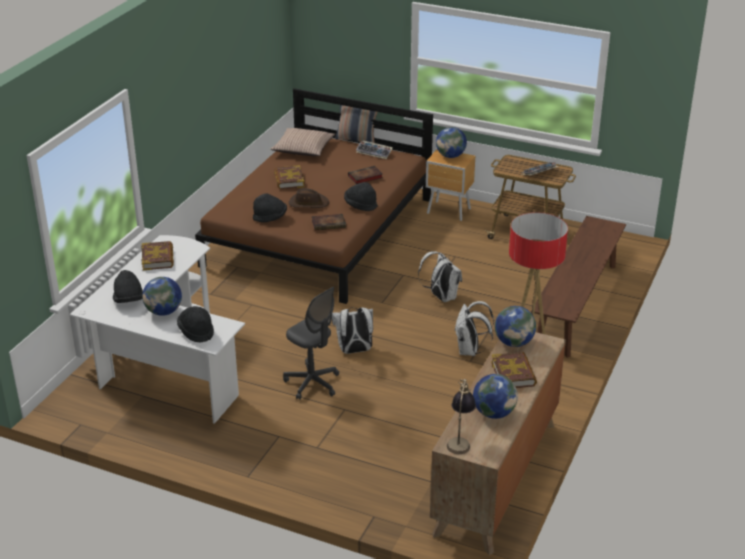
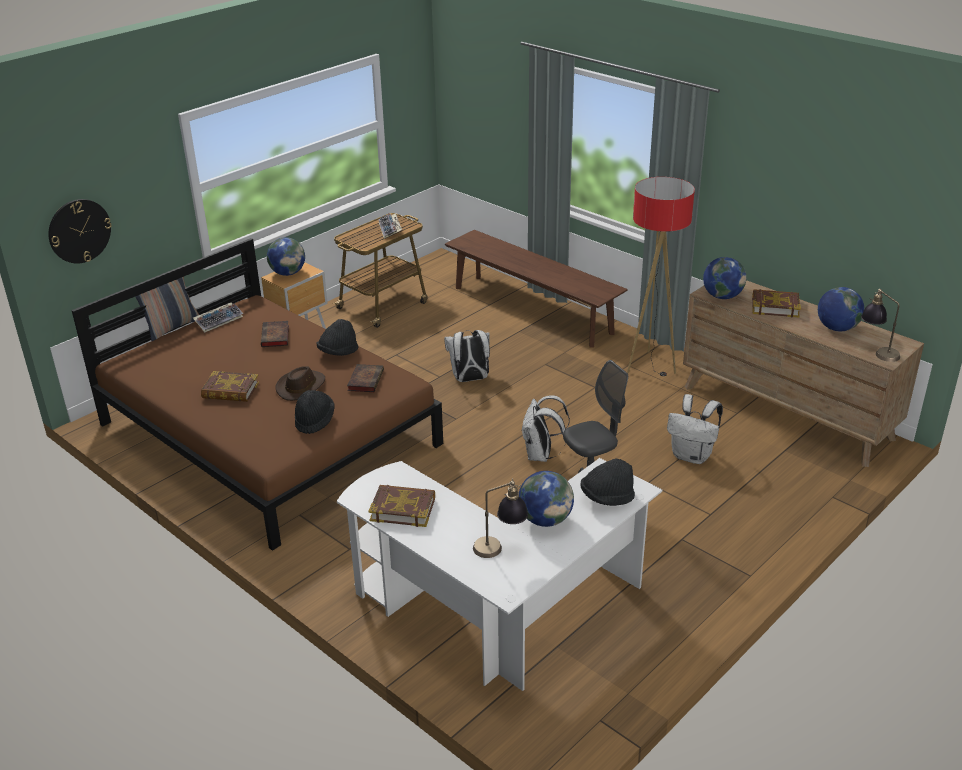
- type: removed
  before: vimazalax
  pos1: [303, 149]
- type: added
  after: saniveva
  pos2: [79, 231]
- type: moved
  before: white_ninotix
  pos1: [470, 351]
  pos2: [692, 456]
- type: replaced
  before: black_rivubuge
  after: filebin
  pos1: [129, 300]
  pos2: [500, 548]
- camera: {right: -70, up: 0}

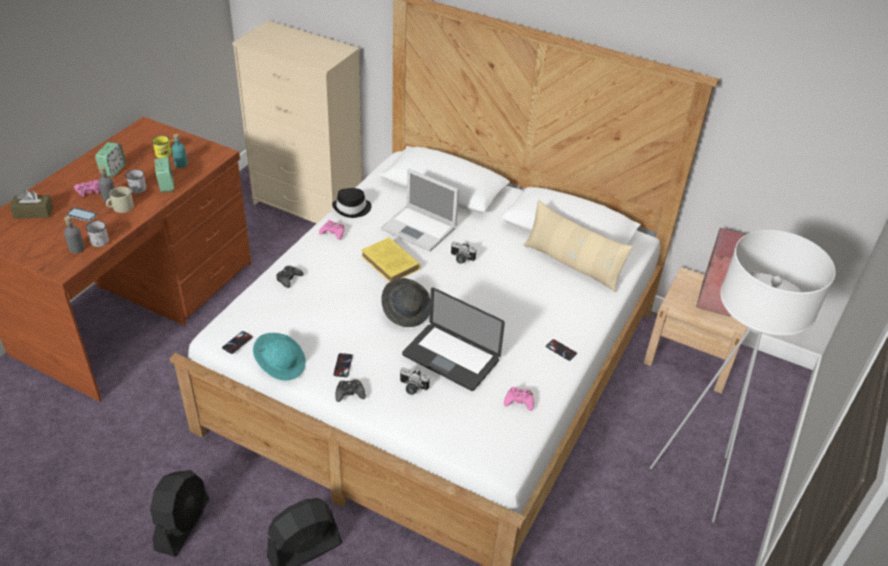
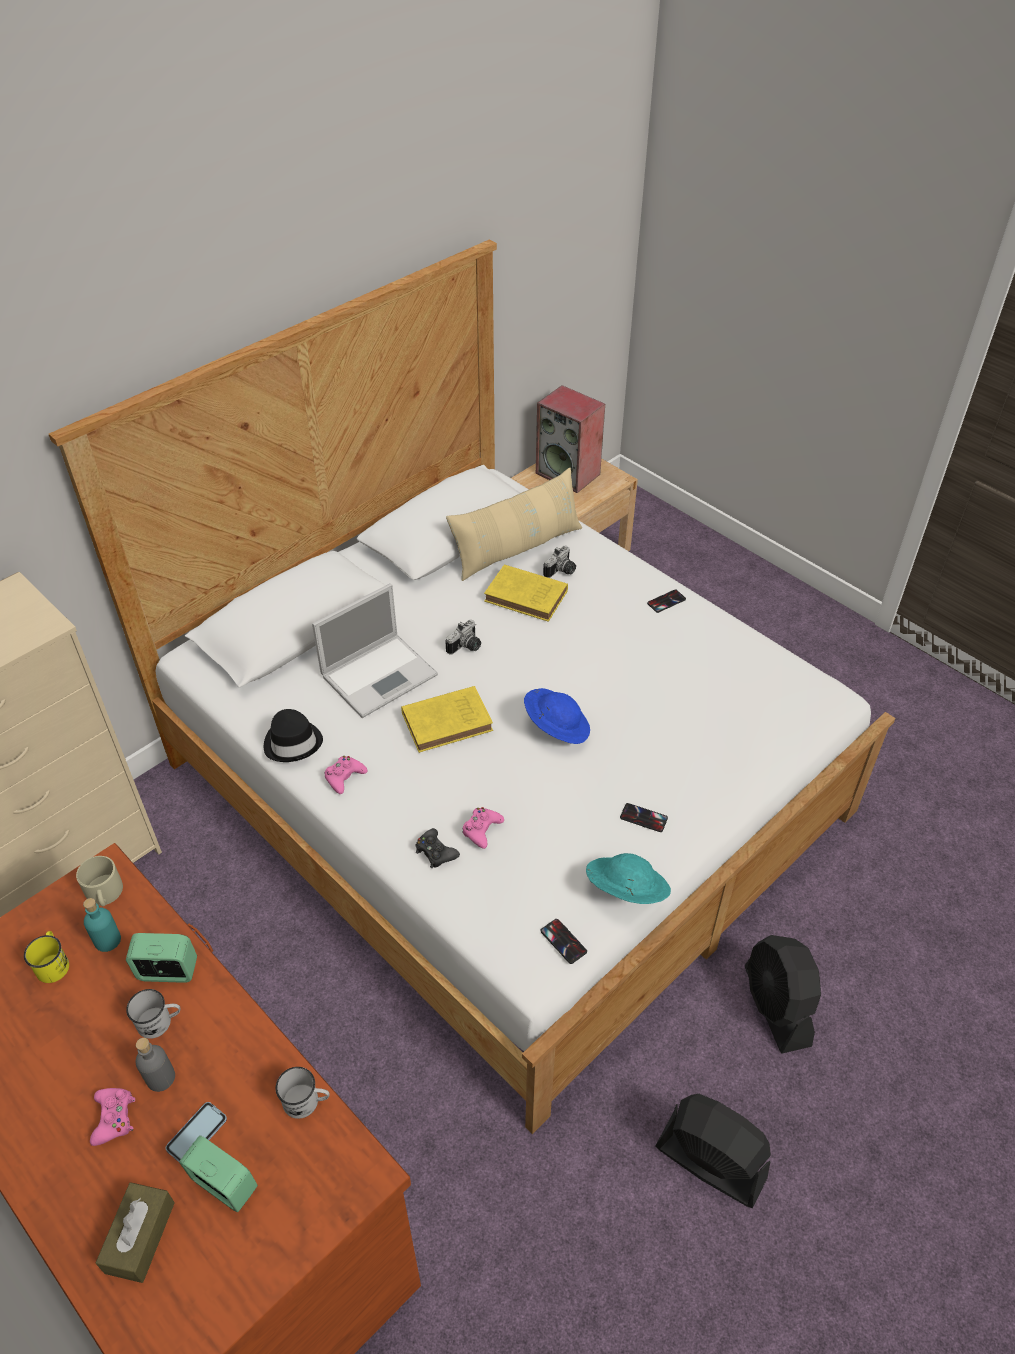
- type: removed
  before: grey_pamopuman
  pos1: [77, 249]
- type: removed
  before: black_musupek
  pos1: [350, 393]
- type: removed
  before: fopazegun
  pos1: [450, 358]
- type: removed
  before: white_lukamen
  pos1: [697, 481]
- type: added
  after: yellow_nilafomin
  pos2: [528, 597]
- type: moved
  before: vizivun
  pos1: [113, 170]
  pos2: [224, 1184]
- type: moved
  before: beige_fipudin
  pos1: [120, 207]
  pos2: [104, 894]
- type: moved
  before: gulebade
  pos1: [412, 388]
  pos2: [561, 571]
- type: moved
  before: pink_musupek
  pos1: [519, 401]
  pos2: [481, 830]
- type: recoloured
  before: grey_rivubuge
  after: blue_rivubuge
  pos1: [406, 311]
  pos2: [556, 727]
- camera: {right: -70, up: 5}

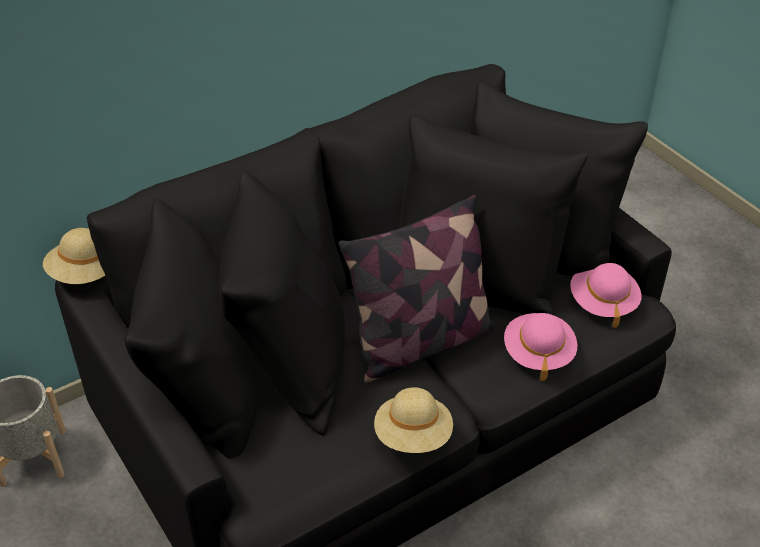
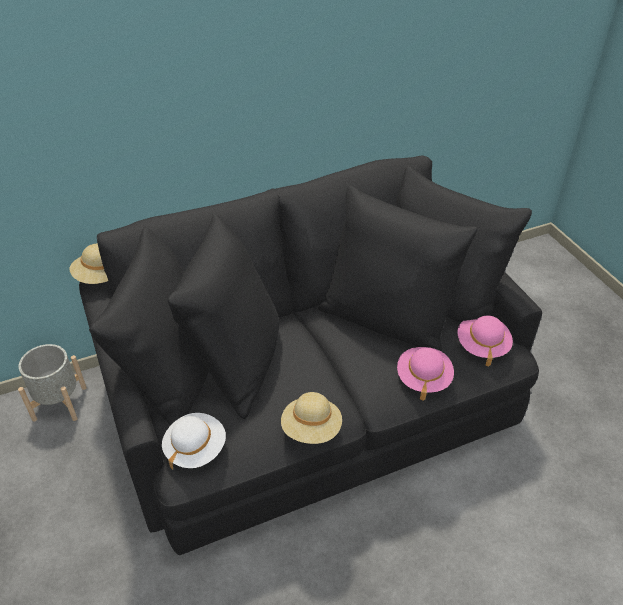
- type: removed
  before: vimazalax
  pos1: [421, 342]
- type: added
  after: white_rivubuge
  pos2: [195, 449]
- camera: {right: 10, up: 0}

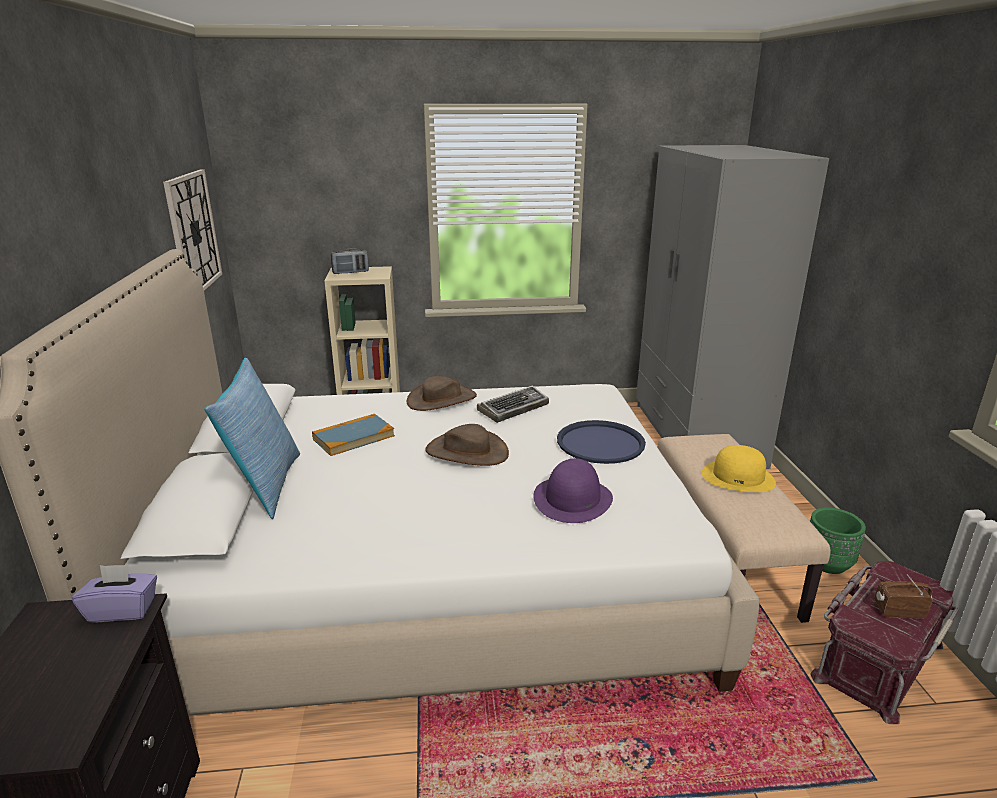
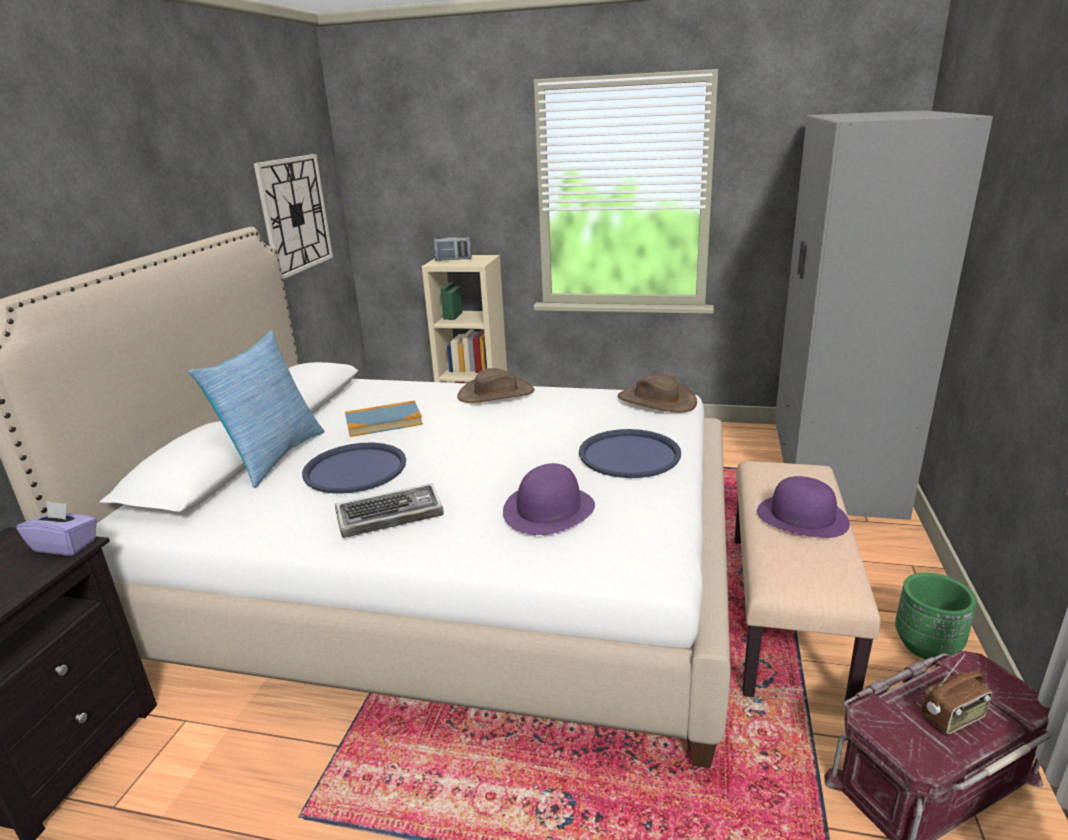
- type: added
  after: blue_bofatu
  pos2: [355, 469]
- type: moved
  before: brown_rivubuge
  pos1: [467, 452]
  pos2: [656, 400]
- type: moved
  before: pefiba
  pos1: [513, 408]
  pos2: [391, 516]
- type: recoloured
  before: yellow_rivubuge
  after: purple_rivubuge
  pos1: [738, 477]
  pos2: [802, 516]
- type: turned
  before: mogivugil
  pos1: [898, 611]
  pos2: [953, 718]
  turn: 135
- camera: {right: 20, up: 0}

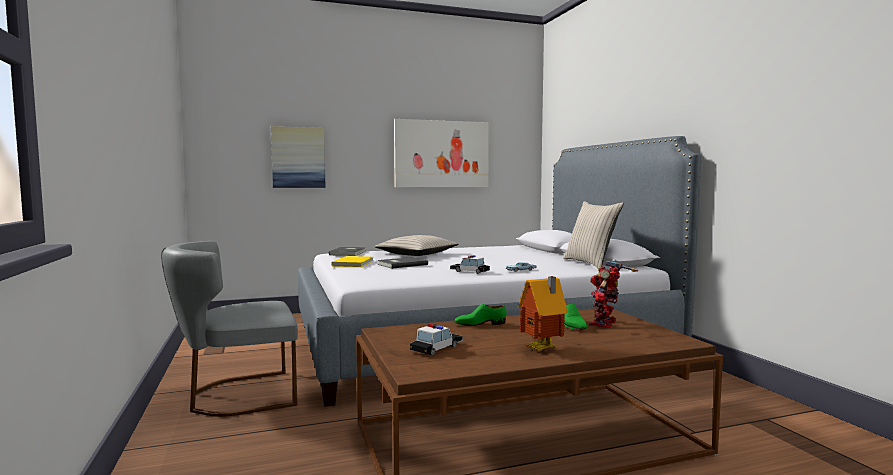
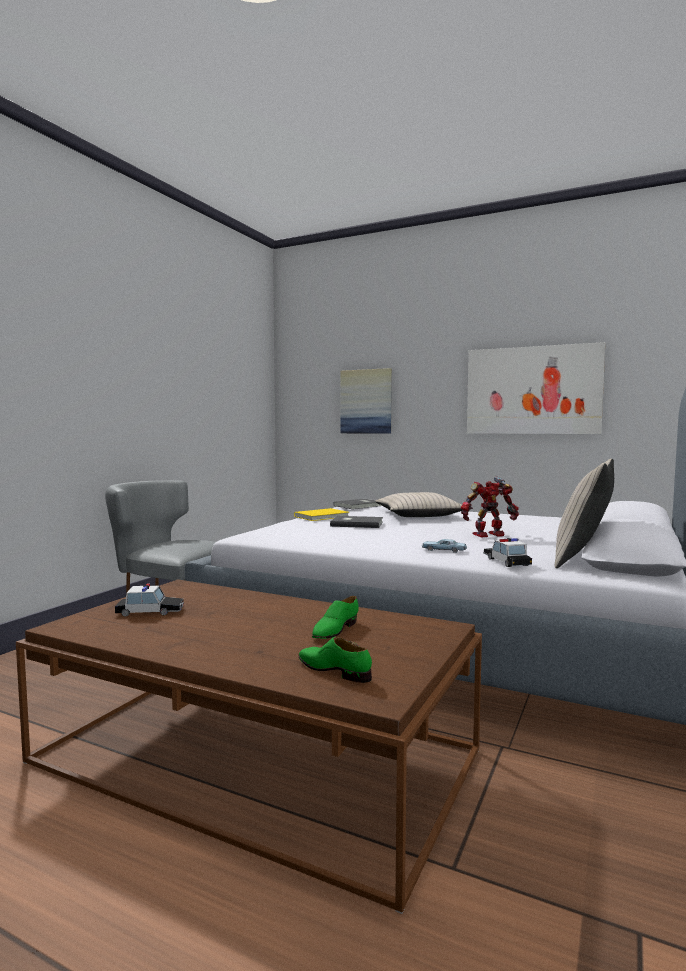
- type: removed
  before: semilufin
  pos1: [543, 350]
- type: moved
  before: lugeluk
  pos1: [469, 271]
  pos2: [506, 561]
- type: moved
  before: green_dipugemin
  pos1: [480, 324]
  pos2: [334, 670]
- type: moved
  before: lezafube
  pos1: [605, 323]
  pos2: [489, 535]
- camera: {right: 45, up: 0}

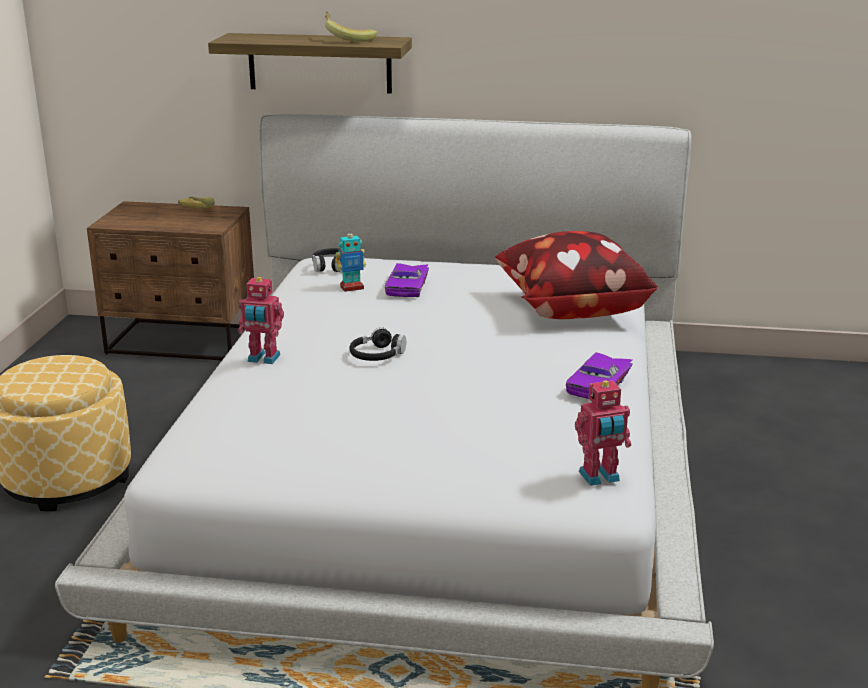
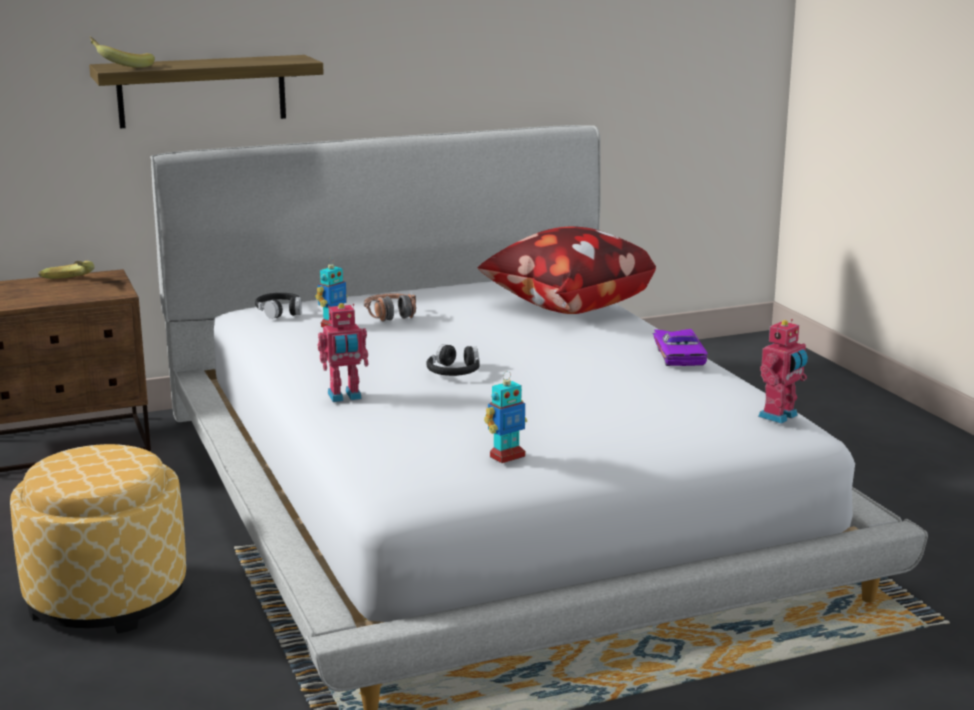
- type: added
  after: lezafube
  pos2: [506, 456]
- type: moved
  before: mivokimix
  pos1: [348, 39]
  pos2: [122, 66]
- type: replaced
  before: purple_lugeluk
  after: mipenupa
  pos1: [409, 287]
  pos2: [391, 315]
- camera: {right: -30, up: -5}

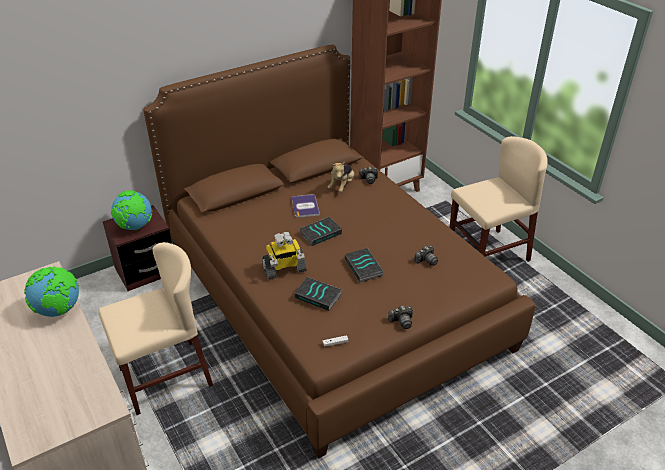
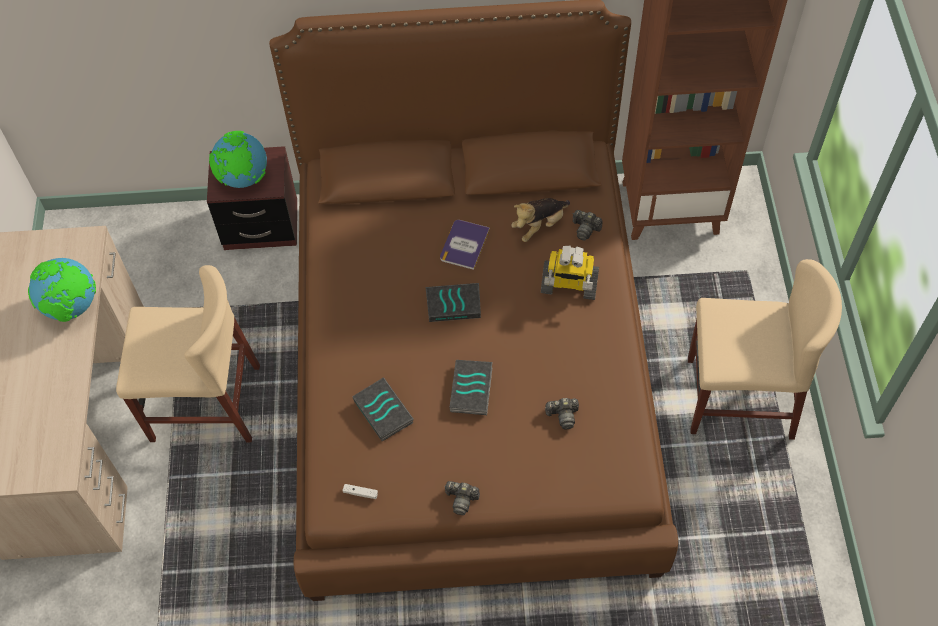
- type: moved
  before: lezafube
  pos1: [284, 269]
  pos2: [569, 285]
- camera: {right: 30, up: 20}

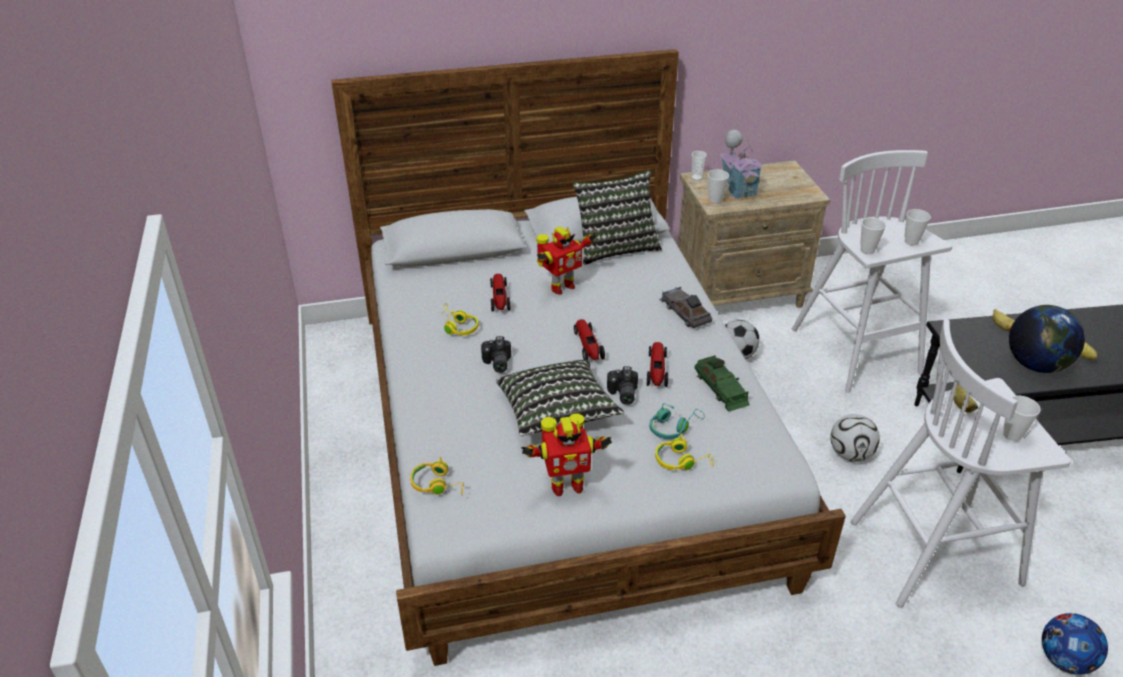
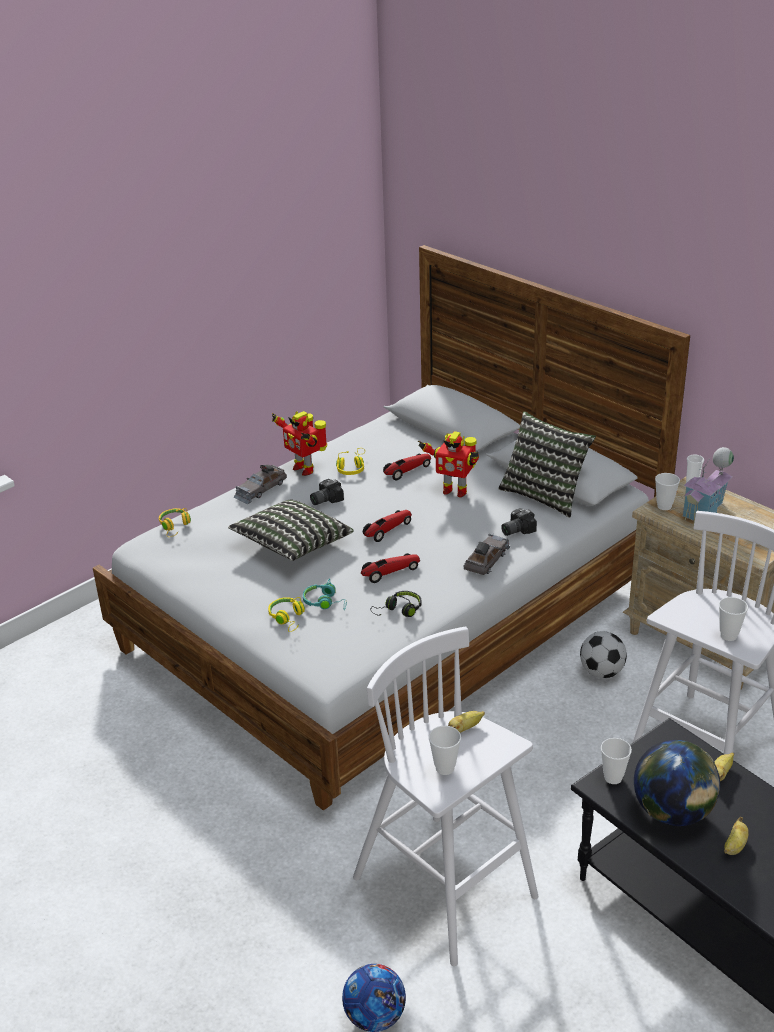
- type: removed
  before: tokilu
  pos1: [850, 454]
- type: added
  after: grey_lugeluk
  pos2: [260, 489]
- type: moved
  before: lezafube
  pos1: [565, 485]
  pos2: [304, 468]
- type: moved
  before: gulebade
  pos1: [622, 394]
  pos2: [516, 530]
- type: moved
  before: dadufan
  pos1: [867, 250]
  pos2: [613, 777]
- type: replaced
  before: green_lugeluk
  after: black_mipenupa
  pos1: [721, 388]
  pos2: [399, 610]
- camera: {right: 60, up: -5}

